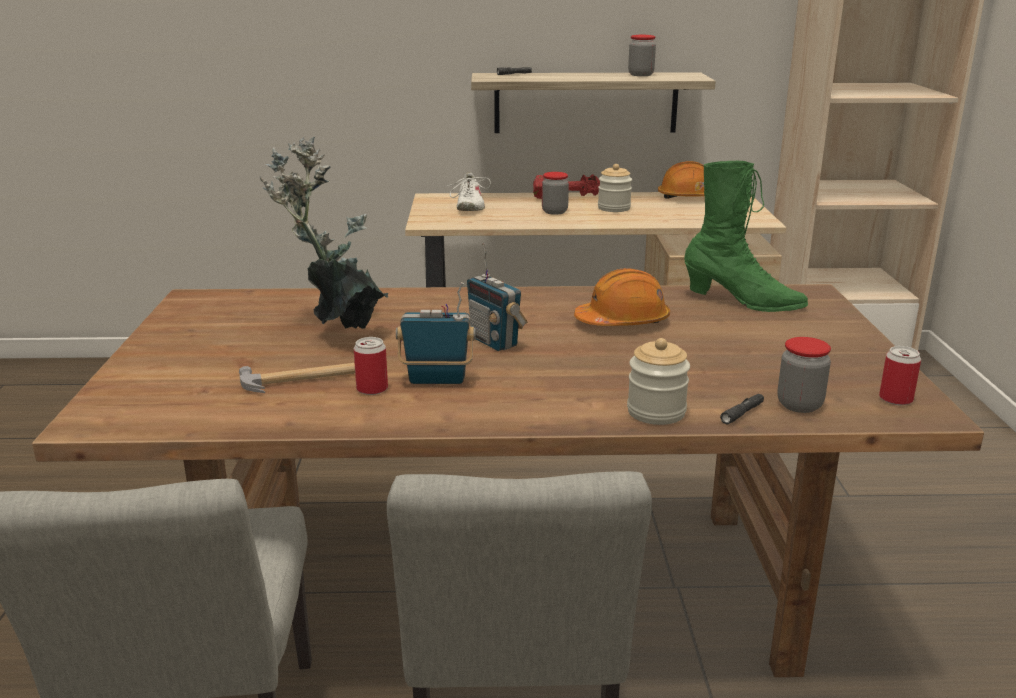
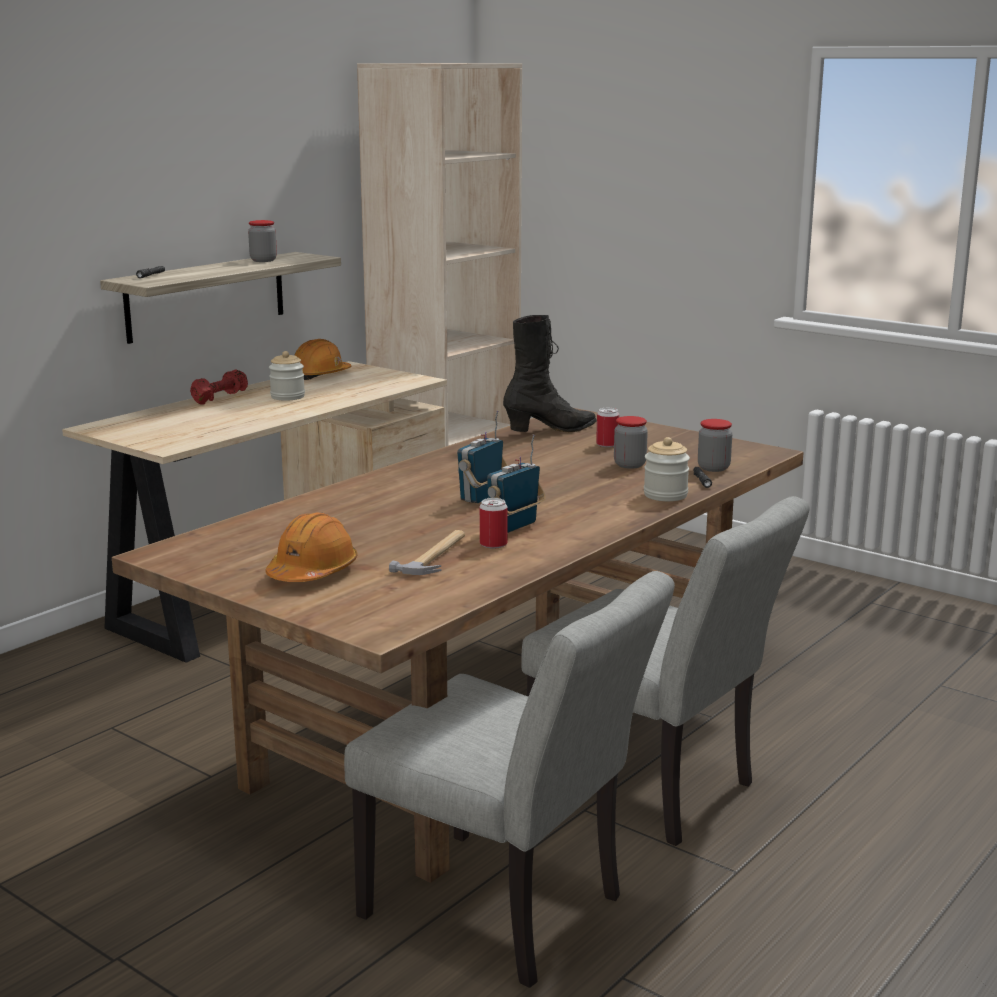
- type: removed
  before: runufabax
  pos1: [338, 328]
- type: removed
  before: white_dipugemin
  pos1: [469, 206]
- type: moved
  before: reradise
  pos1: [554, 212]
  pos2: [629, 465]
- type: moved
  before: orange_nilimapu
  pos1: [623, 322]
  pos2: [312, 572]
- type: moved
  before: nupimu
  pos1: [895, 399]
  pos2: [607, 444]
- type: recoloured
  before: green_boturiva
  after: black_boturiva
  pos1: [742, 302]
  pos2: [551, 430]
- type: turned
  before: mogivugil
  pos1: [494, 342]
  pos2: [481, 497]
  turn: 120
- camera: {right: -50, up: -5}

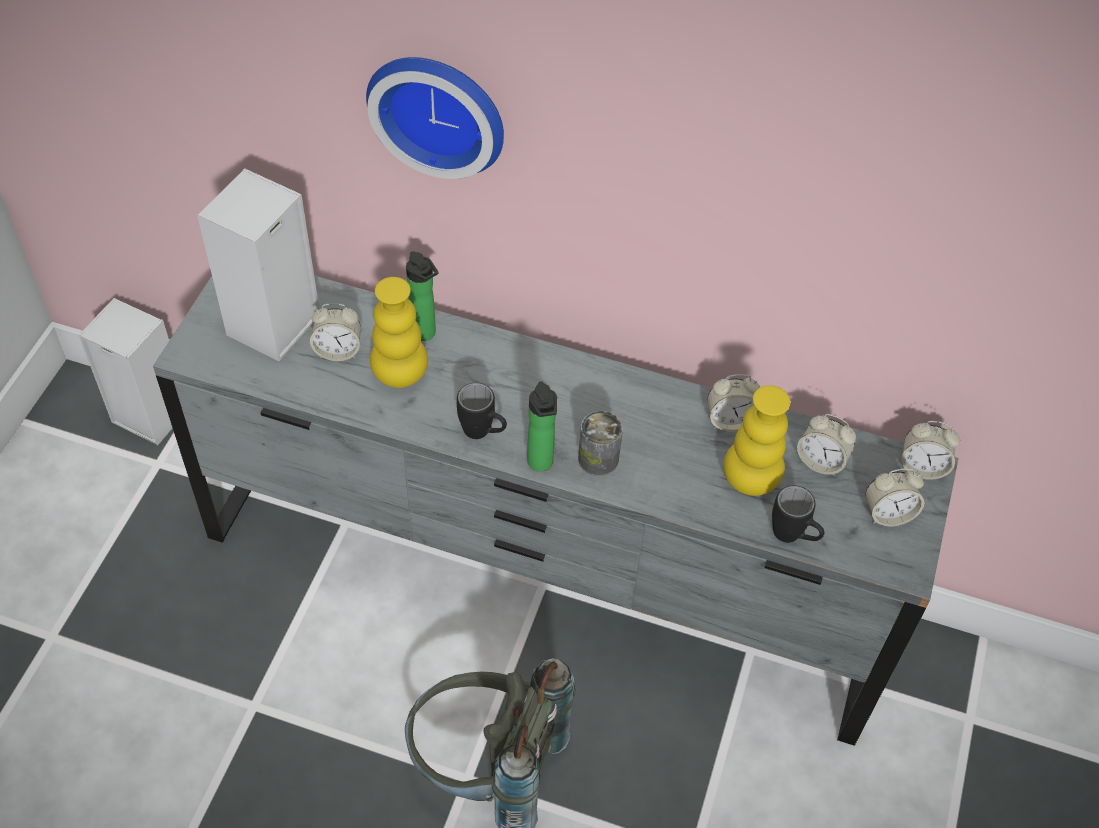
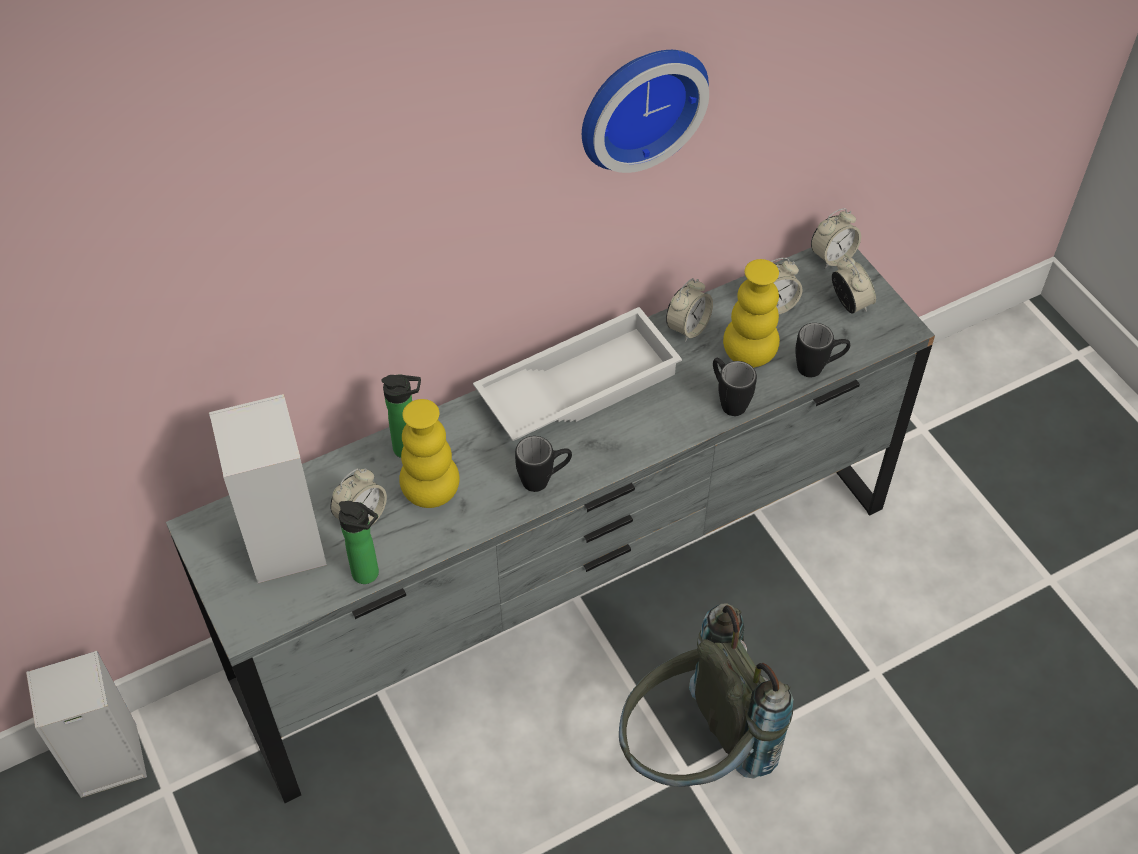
- type: removed
  before: nupimu
  pos1: [598, 459]
- type: added
  after: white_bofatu
  pos2: [578, 384]
- type: added
  after: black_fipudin
  pos2: [728, 400]
- type: moved
  before: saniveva
  pos1: [439, 109]
  pos2: [638, 103]
- type: moved
  before: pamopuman
  pos1: [541, 464]
  pos2: [369, 575]
- type: turned
  before: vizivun
  pos1: [887, 513]
  pos2: [849, 303]
  turn: -60
- camera: {right: -45, up: 0}

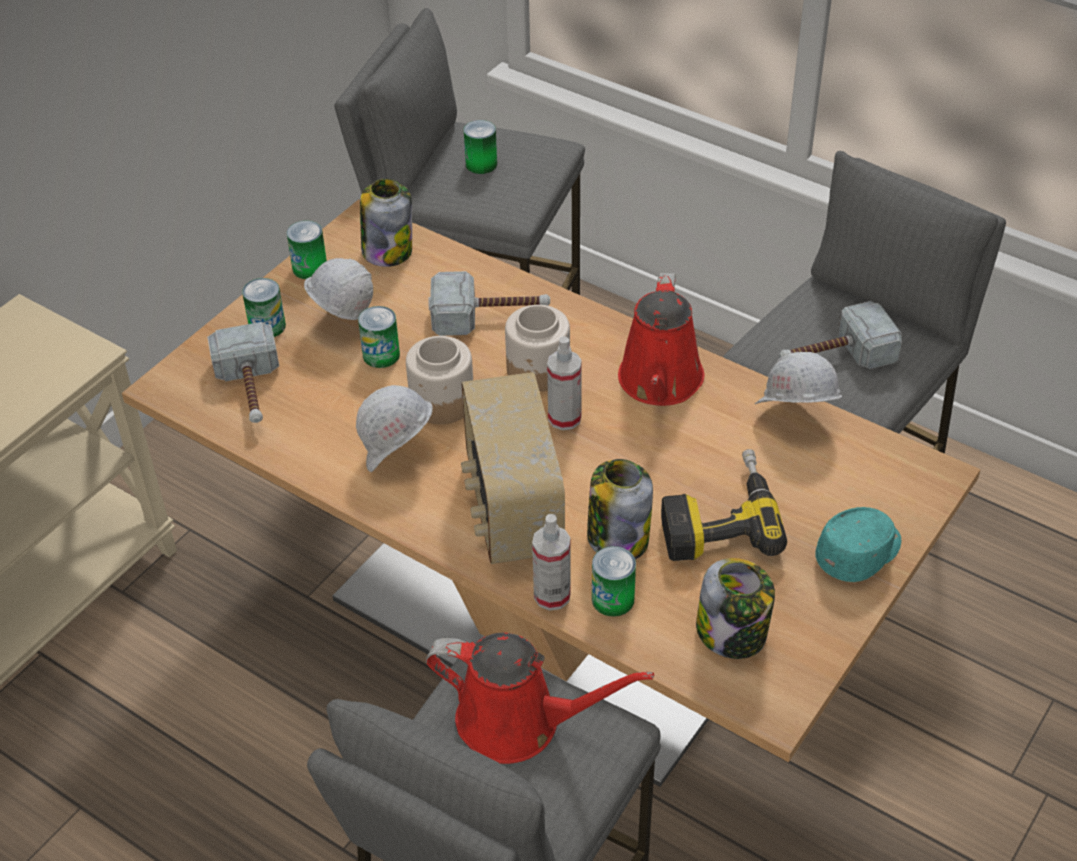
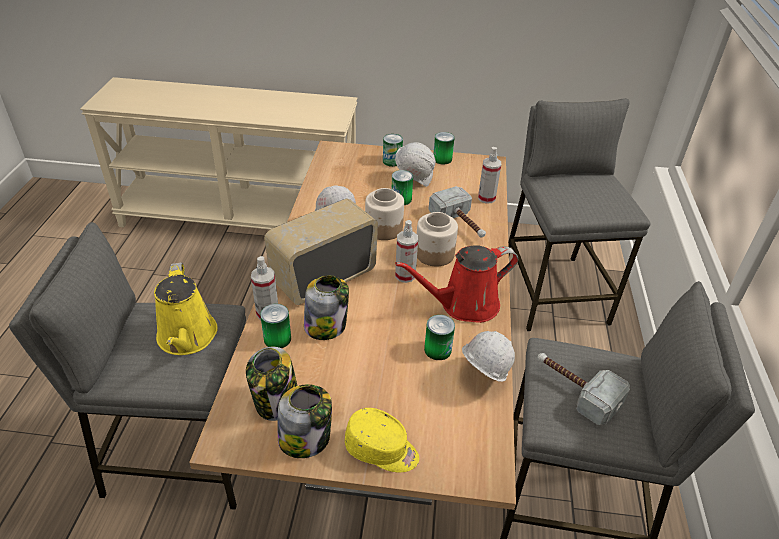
- type: removed
  before: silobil
  pos1: [251, 390]
- type: removed
  before: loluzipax
  pos1: [717, 517]
- type: added
  after: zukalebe
  pos2: [486, 198]
- type: moved
  before: reradise
  pos1: [387, 250]
  pos2: [305, 438]
- type: moved
  before: nupimu
  pos1: [481, 164]
  pos2: [437, 350]
- type: recoloured
  before: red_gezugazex
  after: yellow_gezugazex
  pos1: [519, 722]
  pos2: [187, 338]
- type: recoloured
  before: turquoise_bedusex
  after: yellow_bedusex
  pos1: [860, 553]
  pos2: [382, 450]
- camera: {right: 60, up: -5}

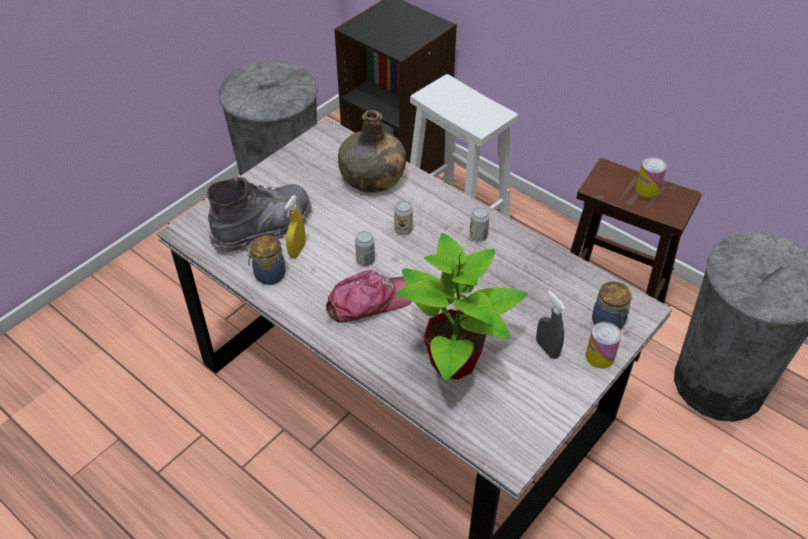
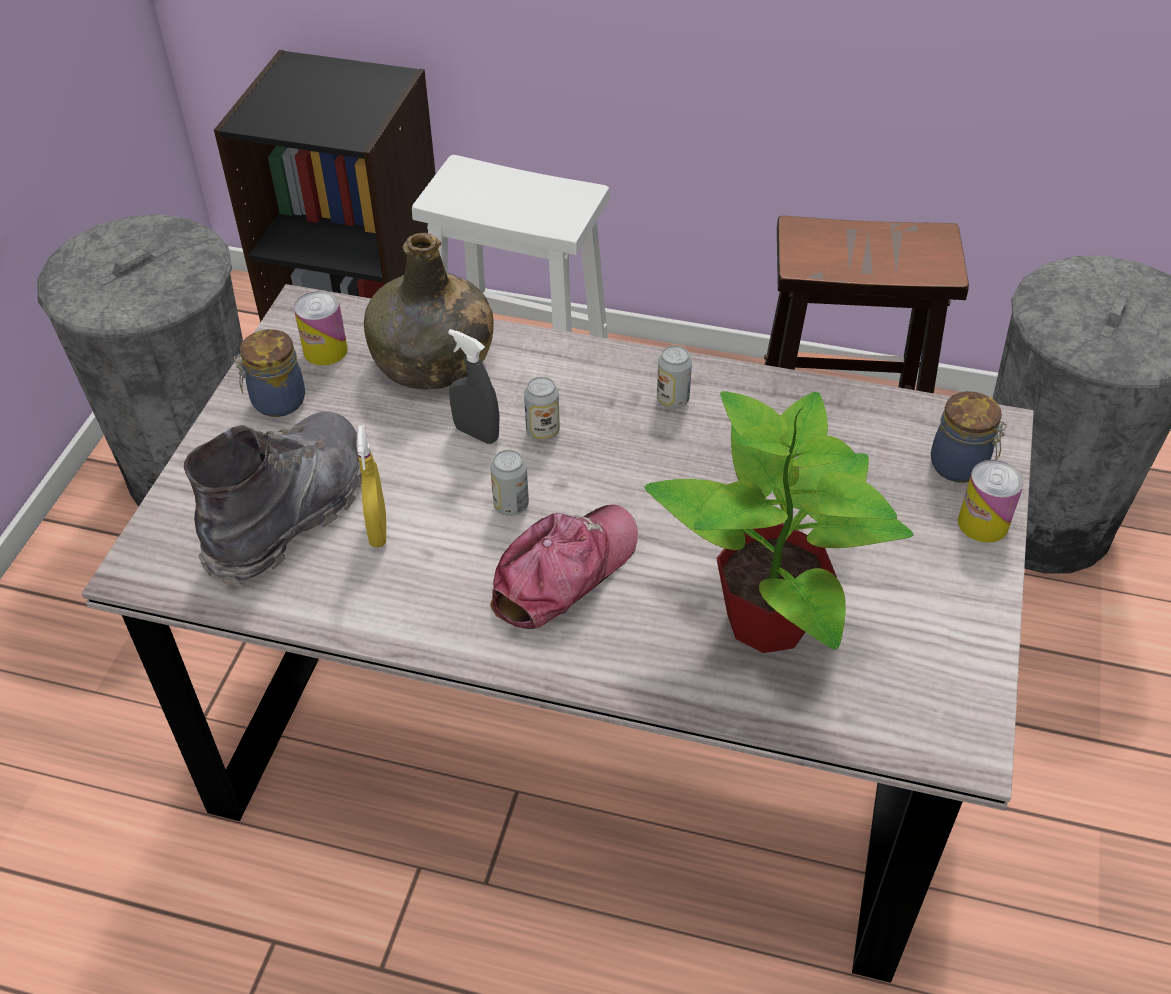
- type: moved
  before: reradise
  pos1: [268, 274]
  pos2: [276, 401]
- type: moved
  before: grey_zukalebe
  pos1: [547, 349]
  pos2: [476, 433]
- type: moved
  before: nupimu
  pos1: [647, 189]
  pos2: [325, 350]
- camera: {right: -25, up: 0}

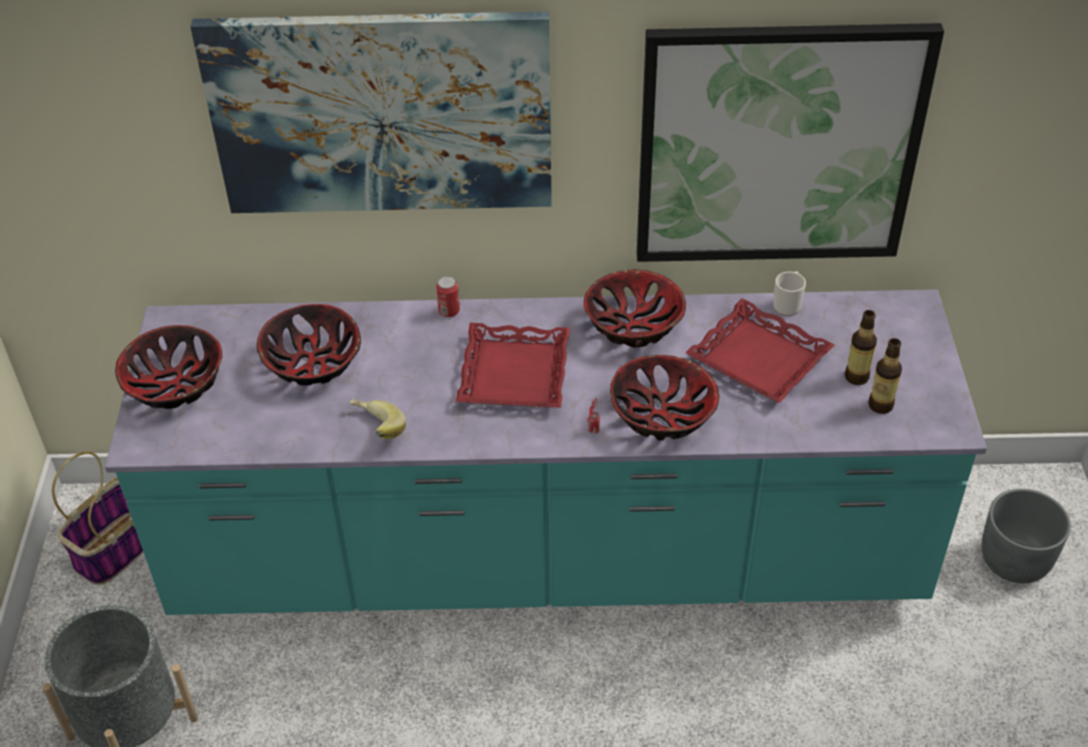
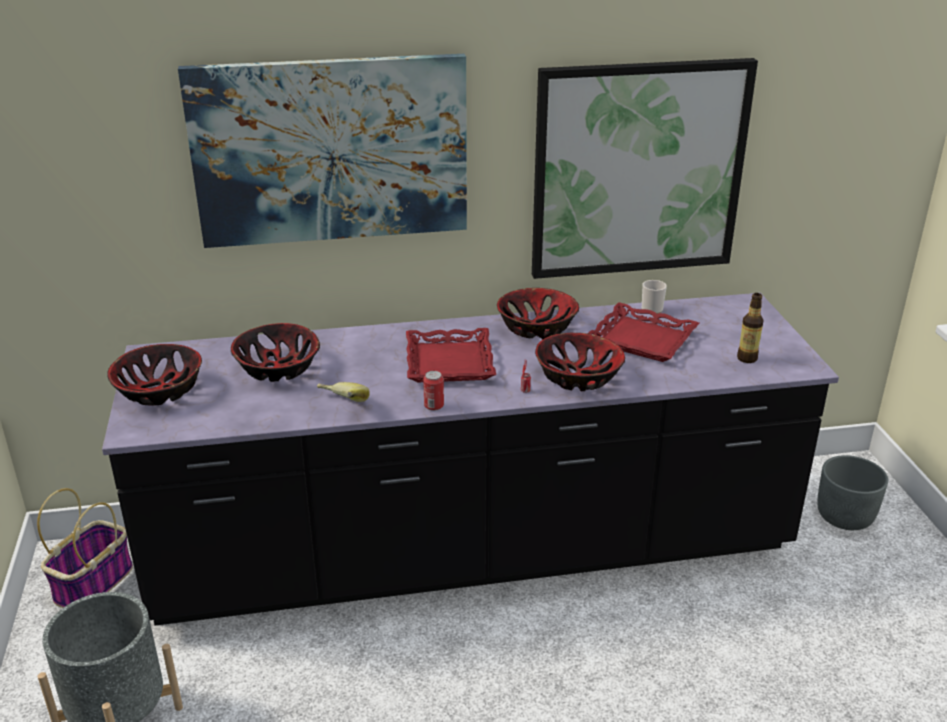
- type: removed
  before: pamopuman
  pos1: [856, 377]
- type: moved
  before: nupimu
  pos1: [449, 311]
  pos2: [434, 406]
- type: recoloured
  before: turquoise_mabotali
  after: black_mabotali
  pos1: [547, 556]
  pos2: [473, 551]
- camera: {right: -10, up: -15}

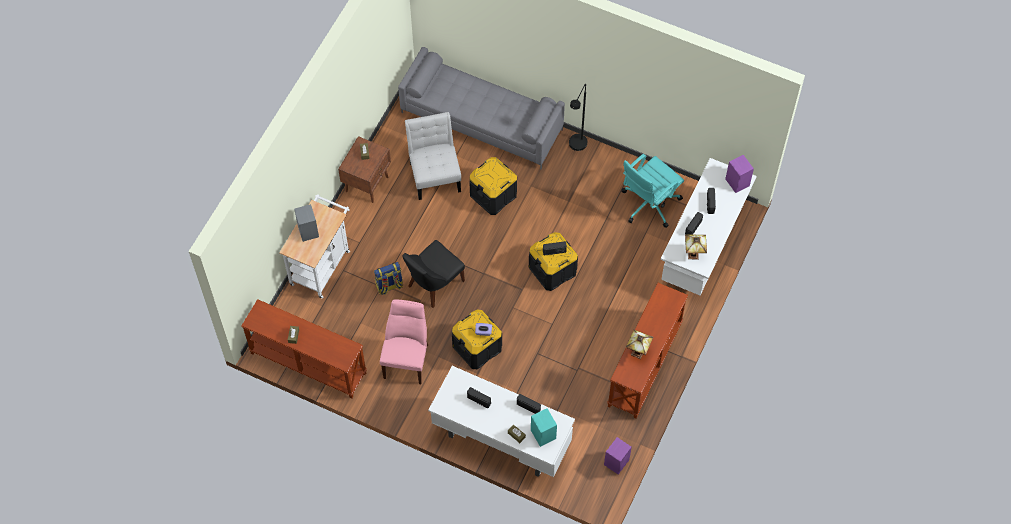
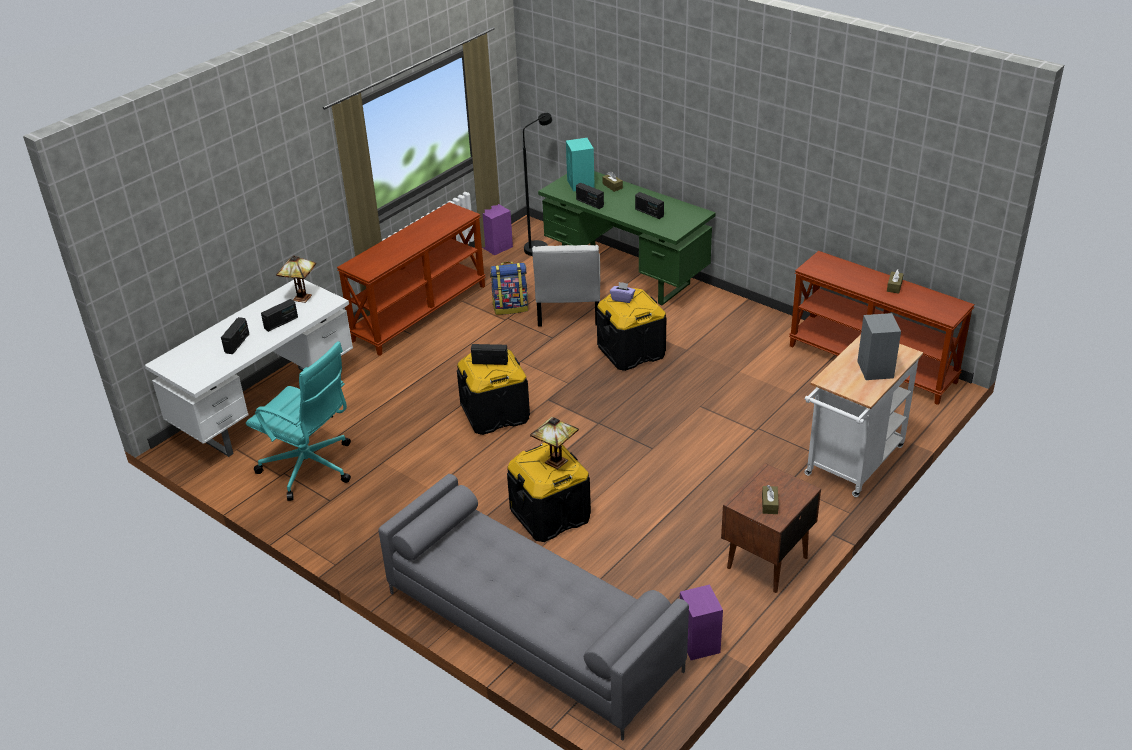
- type: removed
  before: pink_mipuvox
  pos1: [407, 358]
- type: removed
  before: black_mipuvox
  pos1: [434, 285]
- type: moved
  before: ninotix
  pos1: [389, 286]
  pos2: [511, 307]
- type: moved
  before: white_mipuvox
  pos1: [435, 174]
  pos2: [568, 311]
- type: moved
  before: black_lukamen
  pos1: [576, 147]
  pos2: [539, 246]
- type: moved
  before: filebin
  pos1: [637, 351]
  pos2: [556, 463]
- type: moved
  before: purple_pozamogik
  pos1: [737, 182]
  pos2: [699, 644]
- type: recoloured
  before: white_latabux
  after: green_latabux
  pos1: [500, 441]
  pos2: [626, 274]
- type: turned
  before: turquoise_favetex
  pos1: [648, 204]
  pos2: [310, 468]
  turn: 60
- camera: {right: -165, up: -25}

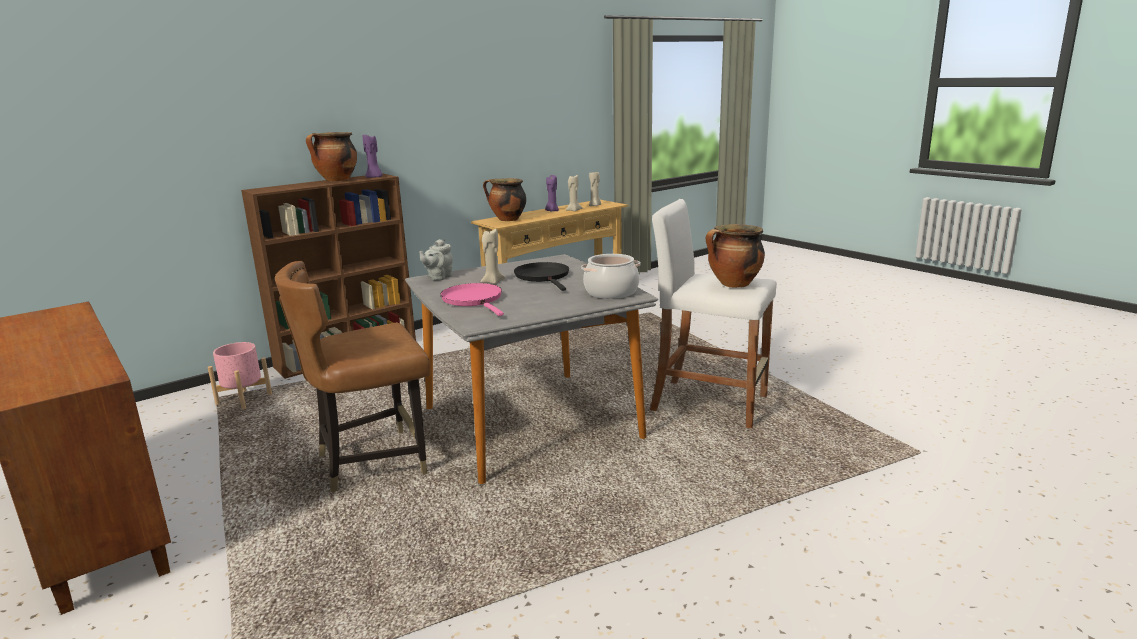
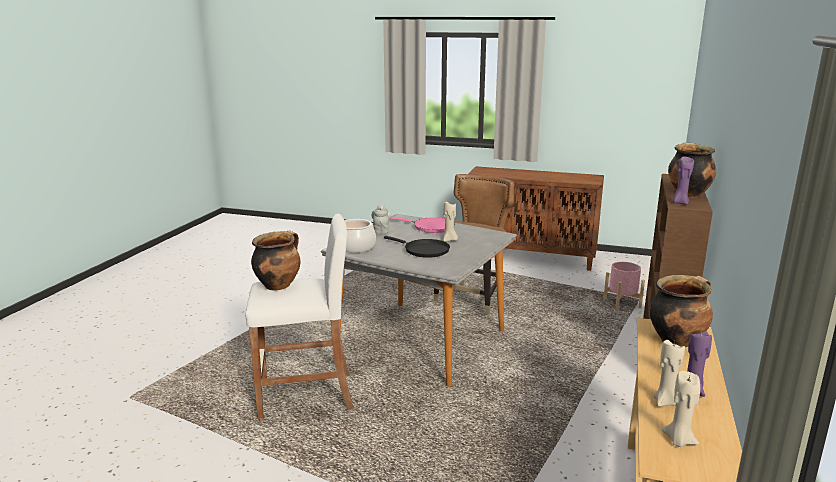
- type: moved
  before: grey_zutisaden
  pos1: [438, 277]
  pos2: [381, 230]
- camera: {right: 145, up: 0}

